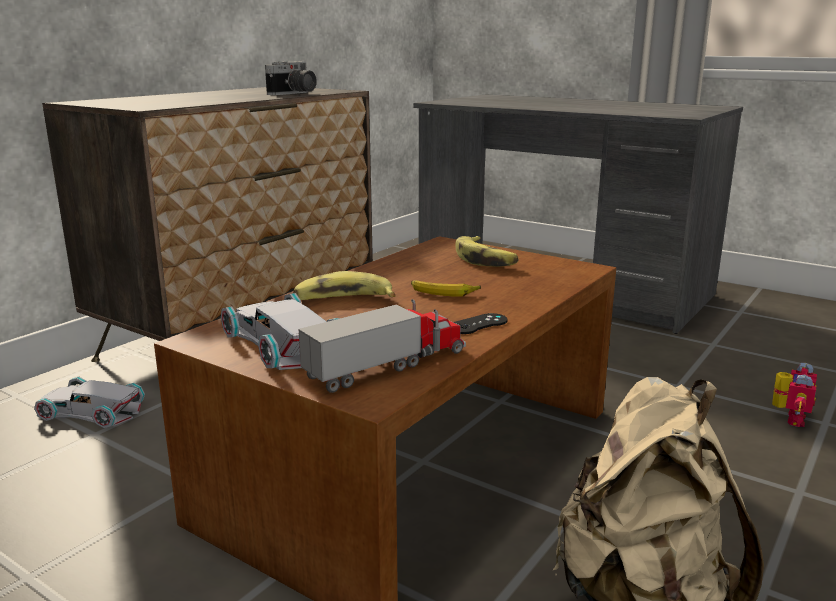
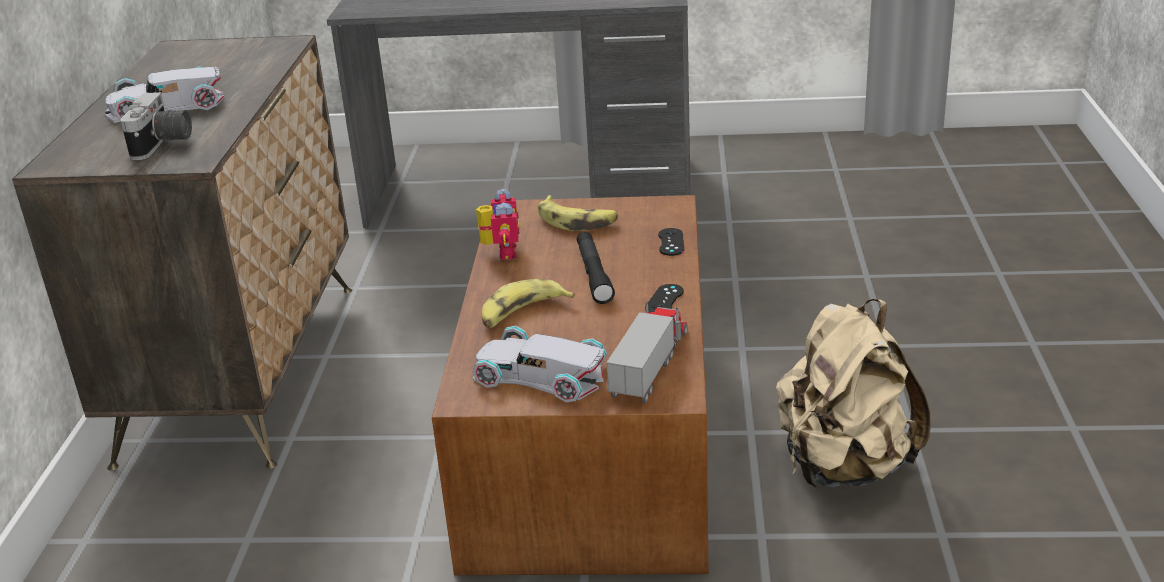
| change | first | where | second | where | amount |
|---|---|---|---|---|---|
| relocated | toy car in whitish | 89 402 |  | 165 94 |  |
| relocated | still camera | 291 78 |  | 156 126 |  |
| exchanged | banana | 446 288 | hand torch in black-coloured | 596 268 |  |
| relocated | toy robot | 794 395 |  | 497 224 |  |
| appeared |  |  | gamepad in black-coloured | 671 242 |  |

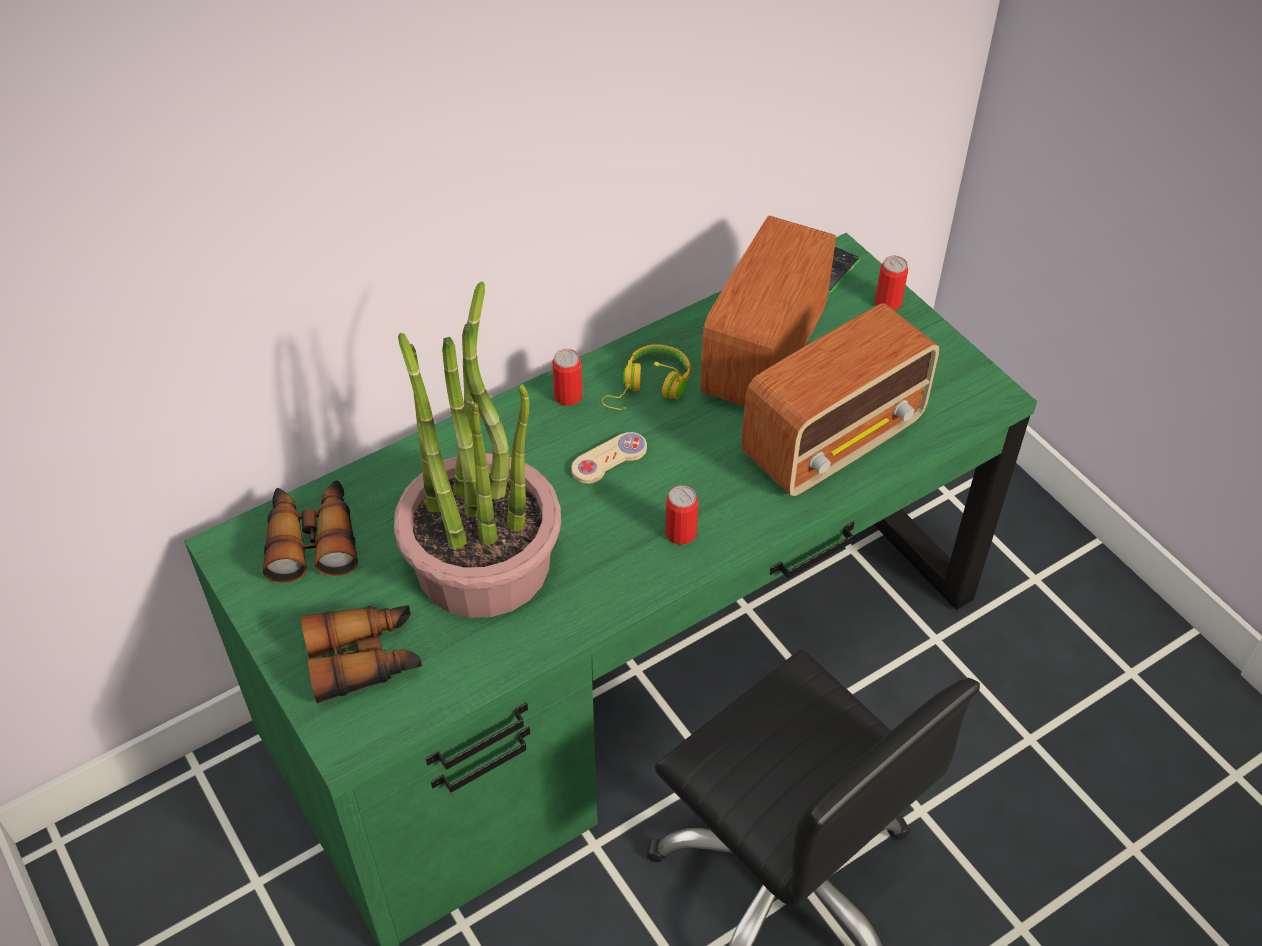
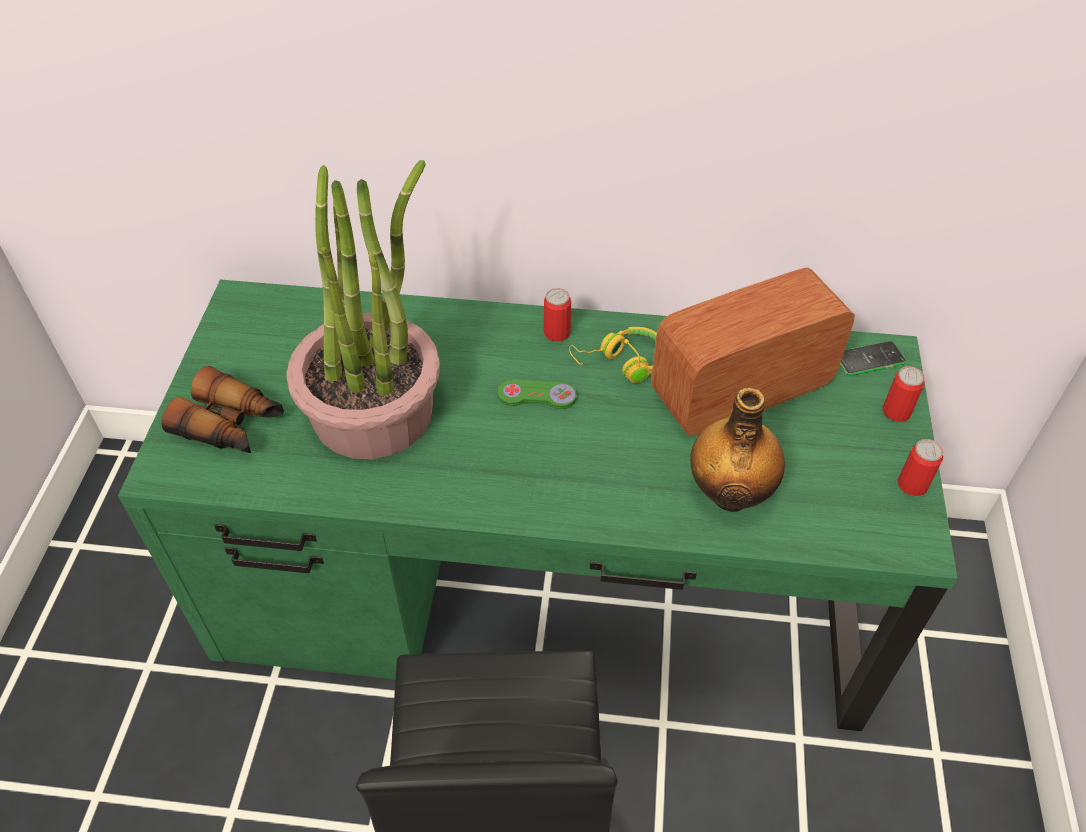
| change | first | where | second | where | amount |
|---|---|---|---|---|---|
| missing | pair of binoculars | 310 531 |  |  |  |
| colour | gamepad in beige | 609 458 | gamepad in green | 537 394 |  |
| relocated | can | 681 515 |  | 920 467 |  |
| exchanged | radio set | 840 399 | bottle | 737 449 |  |

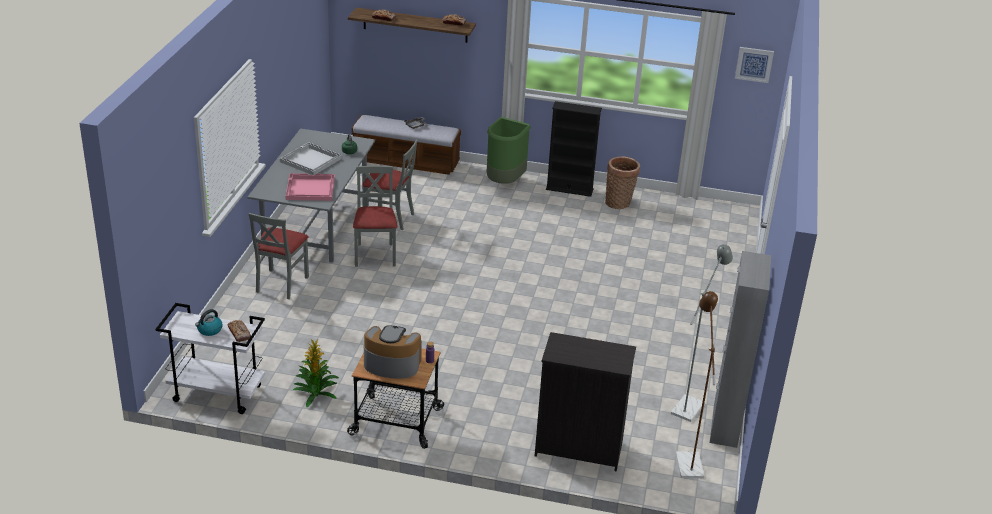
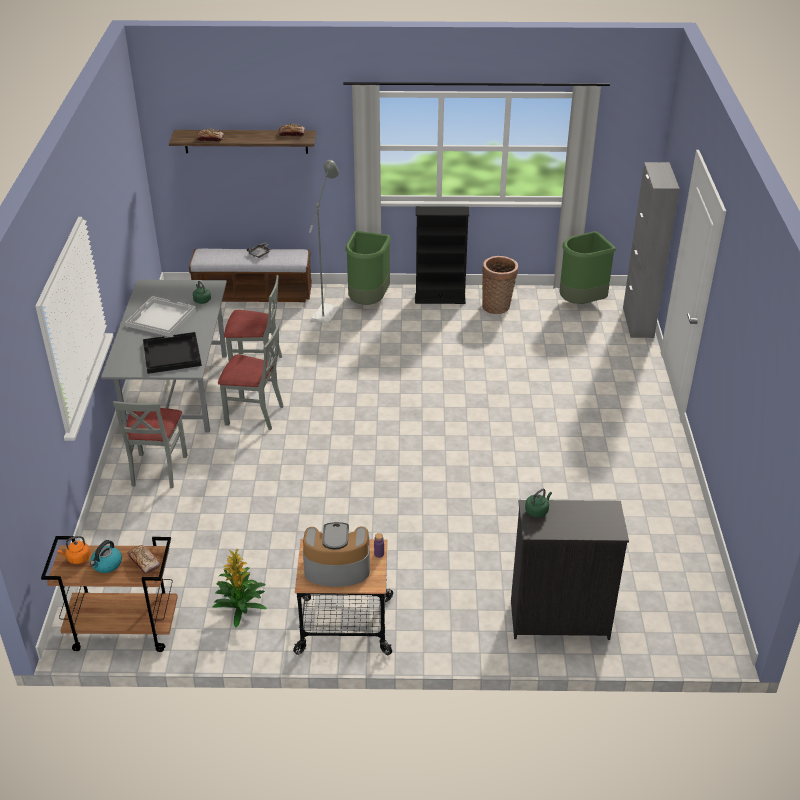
| change | first | where | second | where | amount |
|---|---|---|---|---|---|
| colour | cart in whitish | 210 358 | cart in brown-coloured | 109 594 |  |
| colour | tray in pinkish | 310 187 | tray in black-coloured | 172 353 |  |
| spun | upright chair in gray | 375 216 |  | 251 376 | 120 degrees clockwise |
| relocated | floor lamp in gray | 702 333 |  | 324 242 |  |
| missing | floor lamp in brown-coloured | 697 384 |  |  |  |
| relocated | cabinet in gray | 740 349 |  | 651 250 |  |
| missing | wall art | 754 65 |  |  |  |
| appeared |  |  | water kettle in orange | 74 550 |  |
| appeared |  |  | water kettle in green | 538 503 |  |
| appeared |  |  | waste bin in green | 587 267 |  |

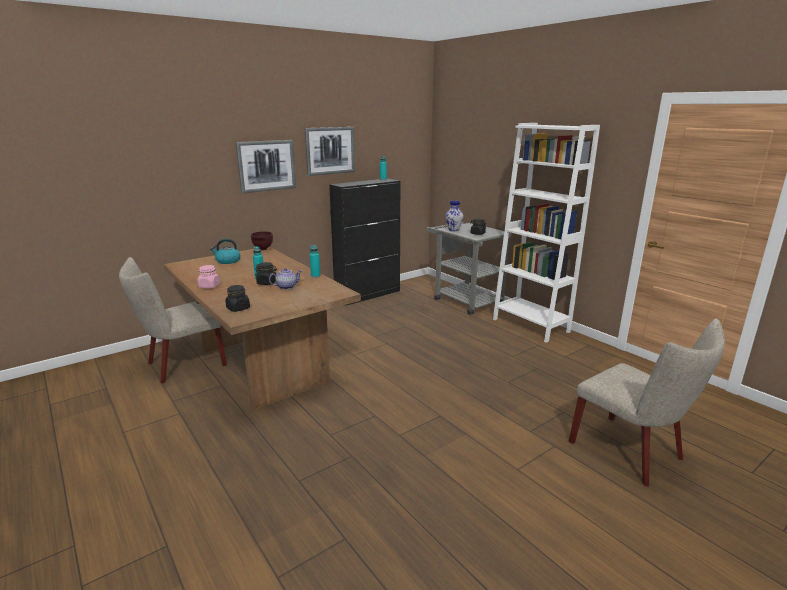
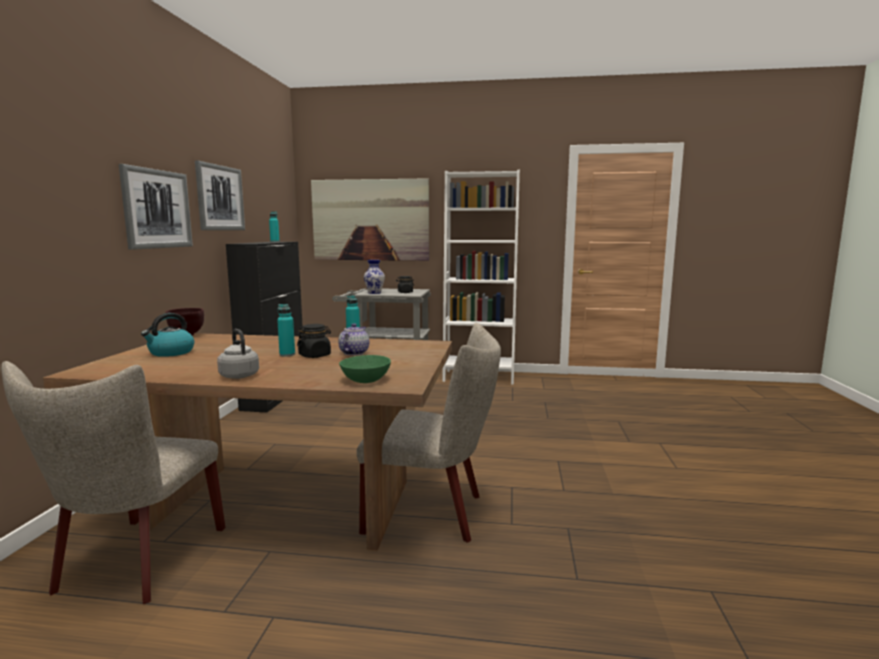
| change | first | where | second | where | amount |
|---|---|---|---|---|---|
| exchanged | storage jar in pinkish | 208 276 | water kettle in gray | 238 354 |  |
| exchanged | storage jar in black-coloured | 237 298 | deep dish in green | 365 369 |  |
| relocated | upright chair in beige | 647 402 |  | 429 433 |  |
| appeared |  |  | wall art | 370 219 |  |

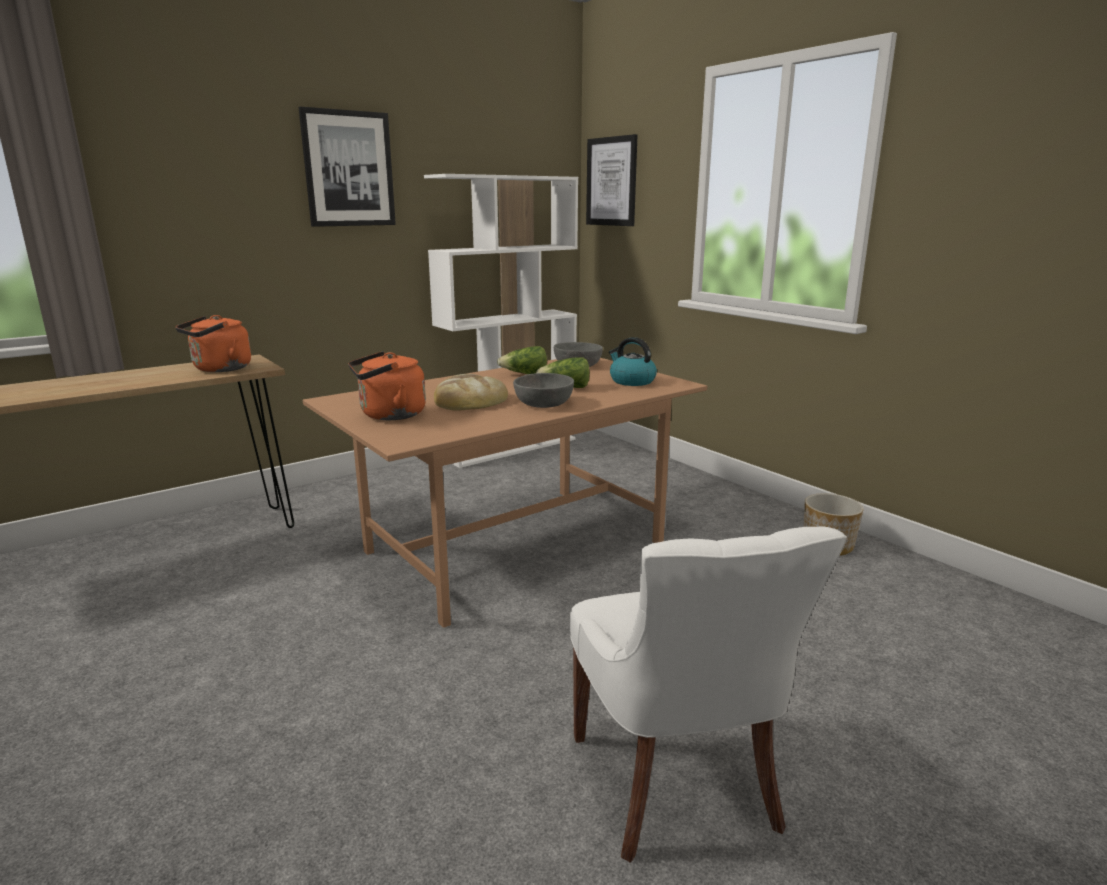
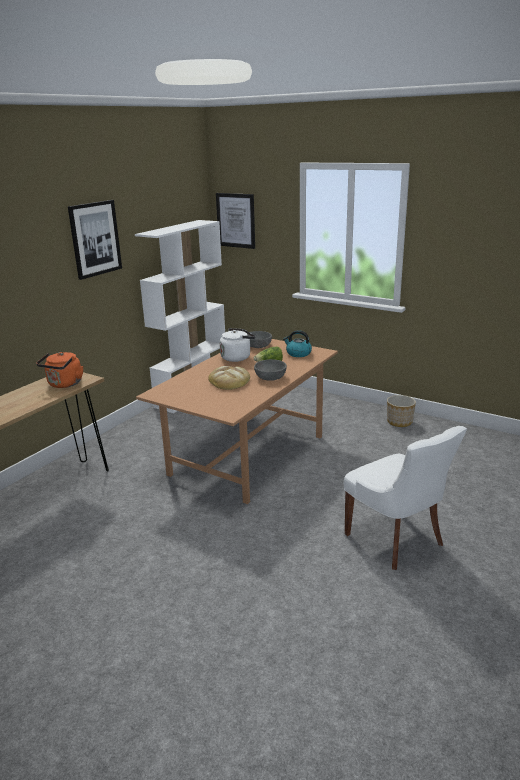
| change | first | where | second | where | amount |
|---|---|---|---|---|---|
| missing | water kettle in orange | 387 385 |  |  |  |
| exchanged | lettuce | 522 360 | water kettle in whitish | 237 345 |  |

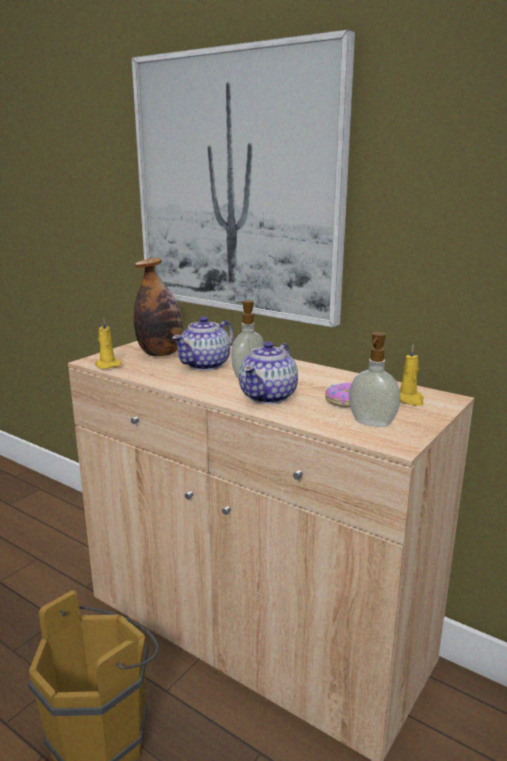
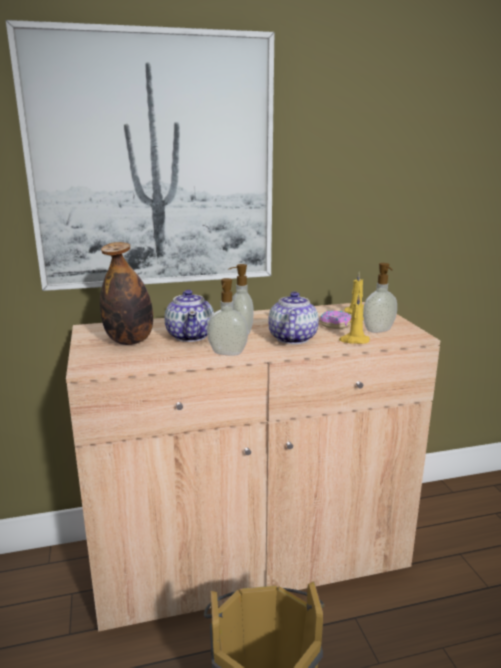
| change | first | where | second | where | amount |
|---|---|---|---|---|---|
| relocated | candle in yellow | 108 343 |  | 354 319 |  |
| spun | teapot | 268 372 |  | 293 318 | 150 degrees counterclockwise |
| appeared |  |  | liquid soap bottle | 227 317 |  |

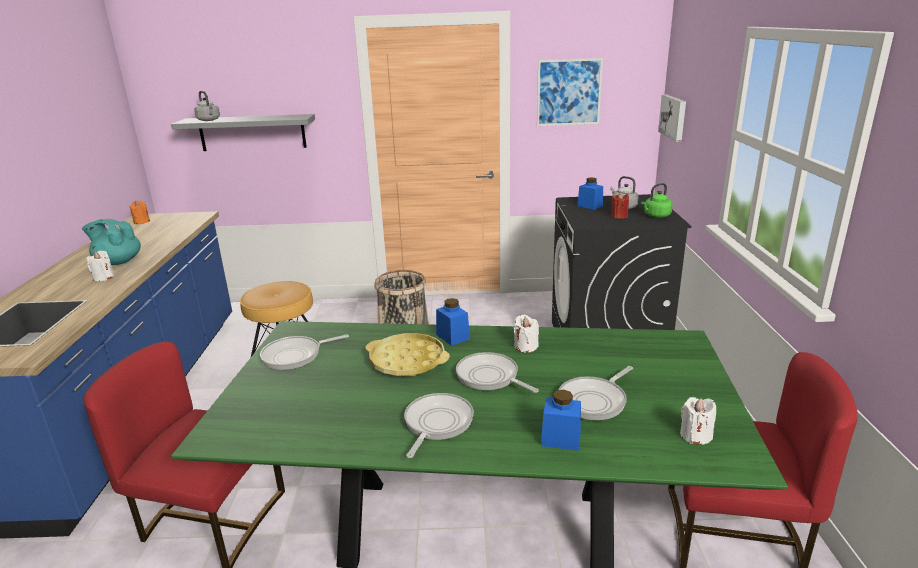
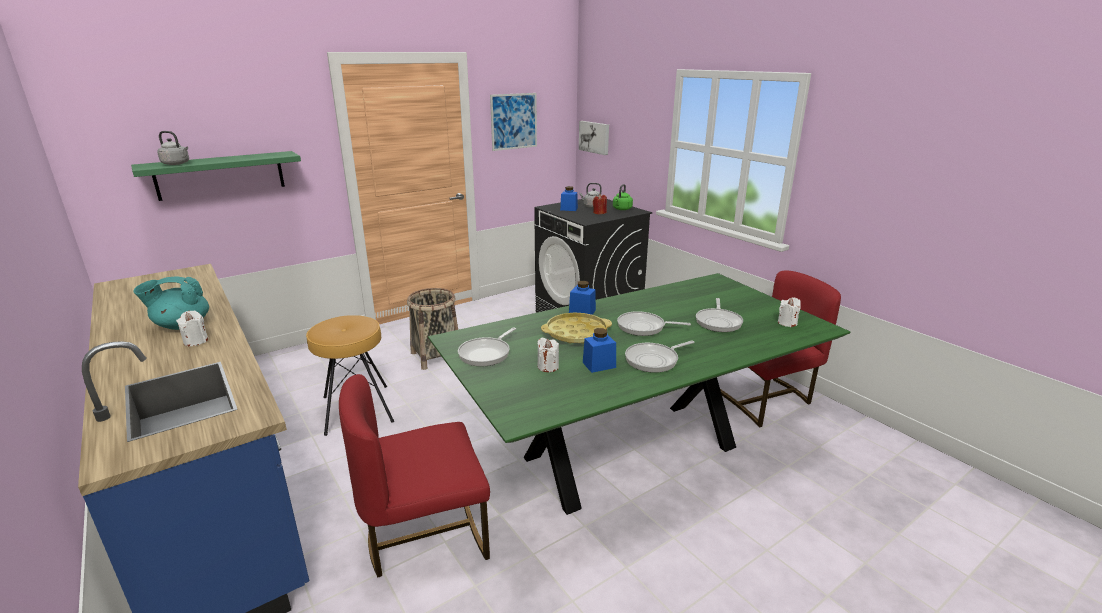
| change | first | where | second | where | amount |
|---|---|---|---|---|---|
| missing | candle in orange | 139 212 |  |  |  |
| colour | bracket shelf in gray | 243 132 | bracket shelf in green | 216 176 |  |
| spun | pan | 439 425 |  | 659 356 | 105 degrees counterclockwise |
| relocated | candle in whitish | 526 334 |  | 548 355 |  |
| relocated | storage jar in blue | 561 420 |  | 599 350 |  |

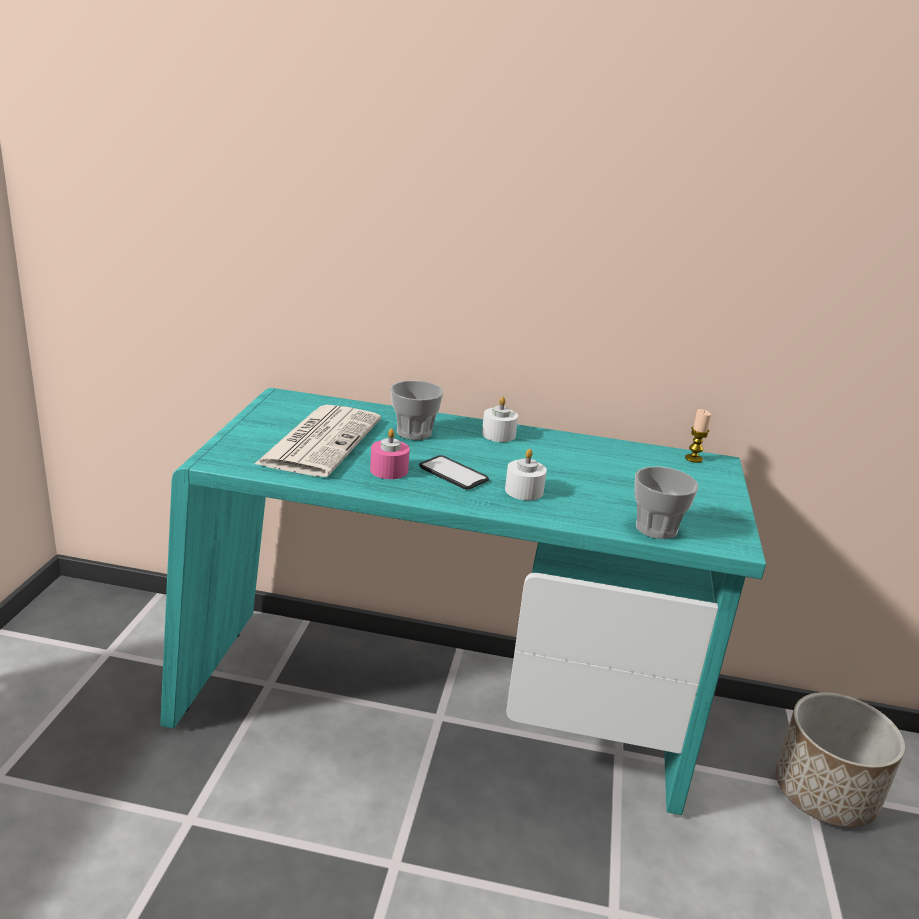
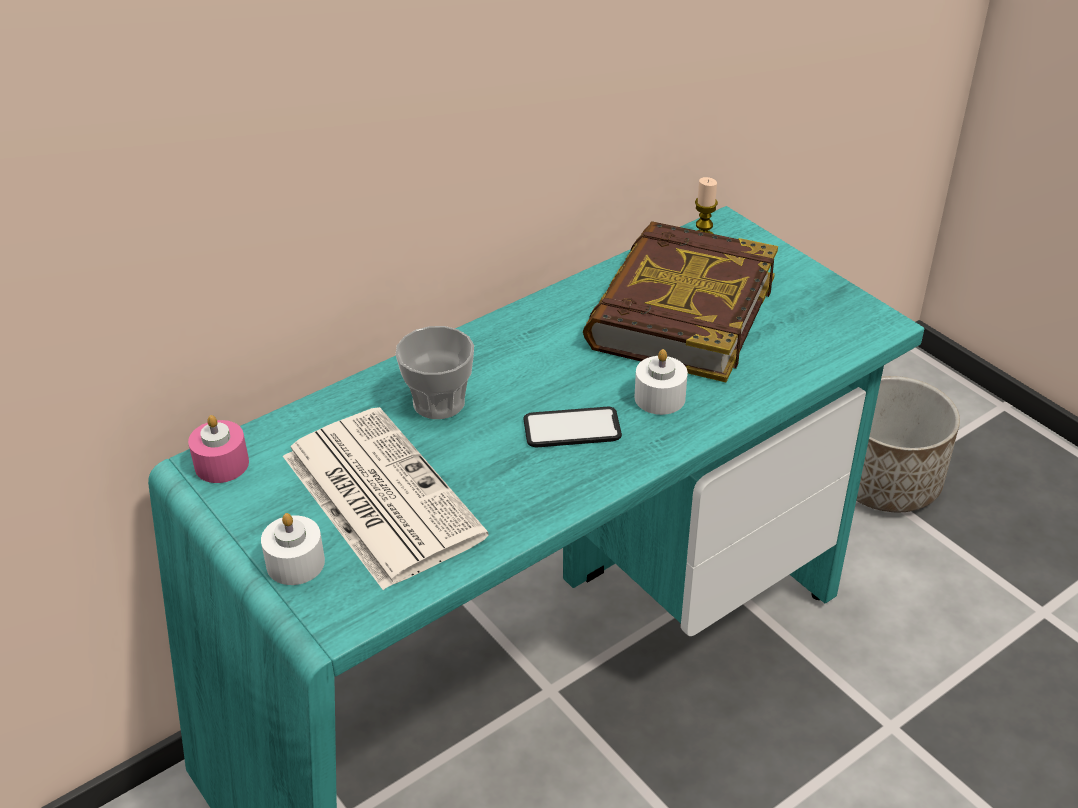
| change | first | where | second | where | amount |
|---|---|---|---|---|---|
| relocated | candle in pinkish | 390 453 |  | 218 449 |  |
| relocated | candle in whitish | 500 419 |  | 293 549 |  |
| missing | small cup | 667 502 |  |  |  |
| appeared |  |  | book | 680 301 |  |

